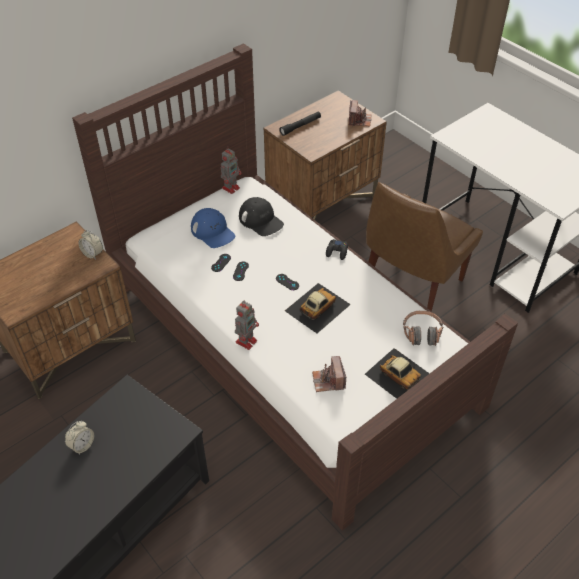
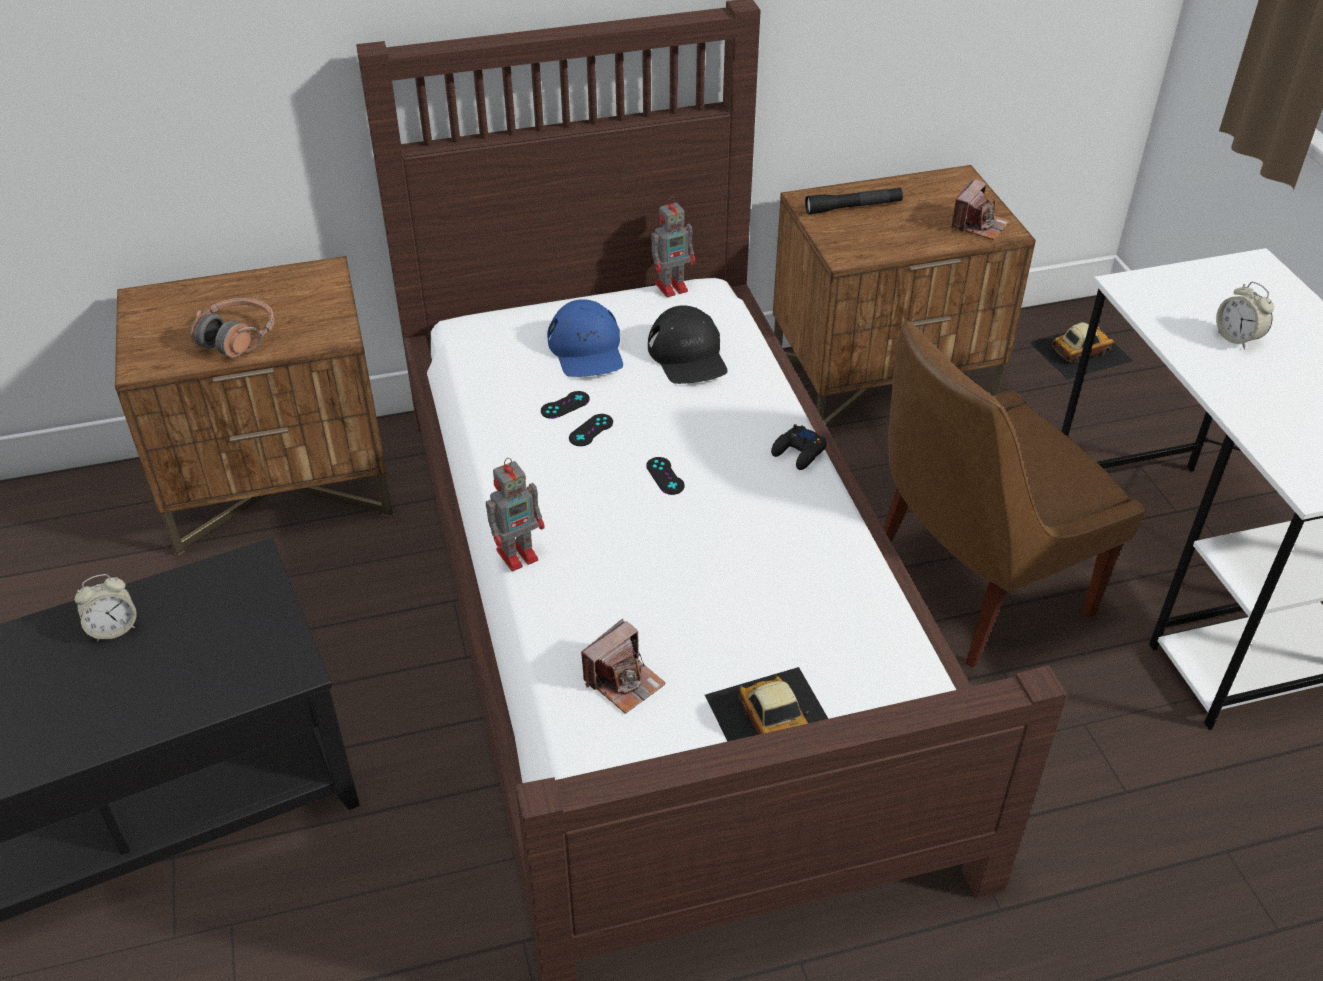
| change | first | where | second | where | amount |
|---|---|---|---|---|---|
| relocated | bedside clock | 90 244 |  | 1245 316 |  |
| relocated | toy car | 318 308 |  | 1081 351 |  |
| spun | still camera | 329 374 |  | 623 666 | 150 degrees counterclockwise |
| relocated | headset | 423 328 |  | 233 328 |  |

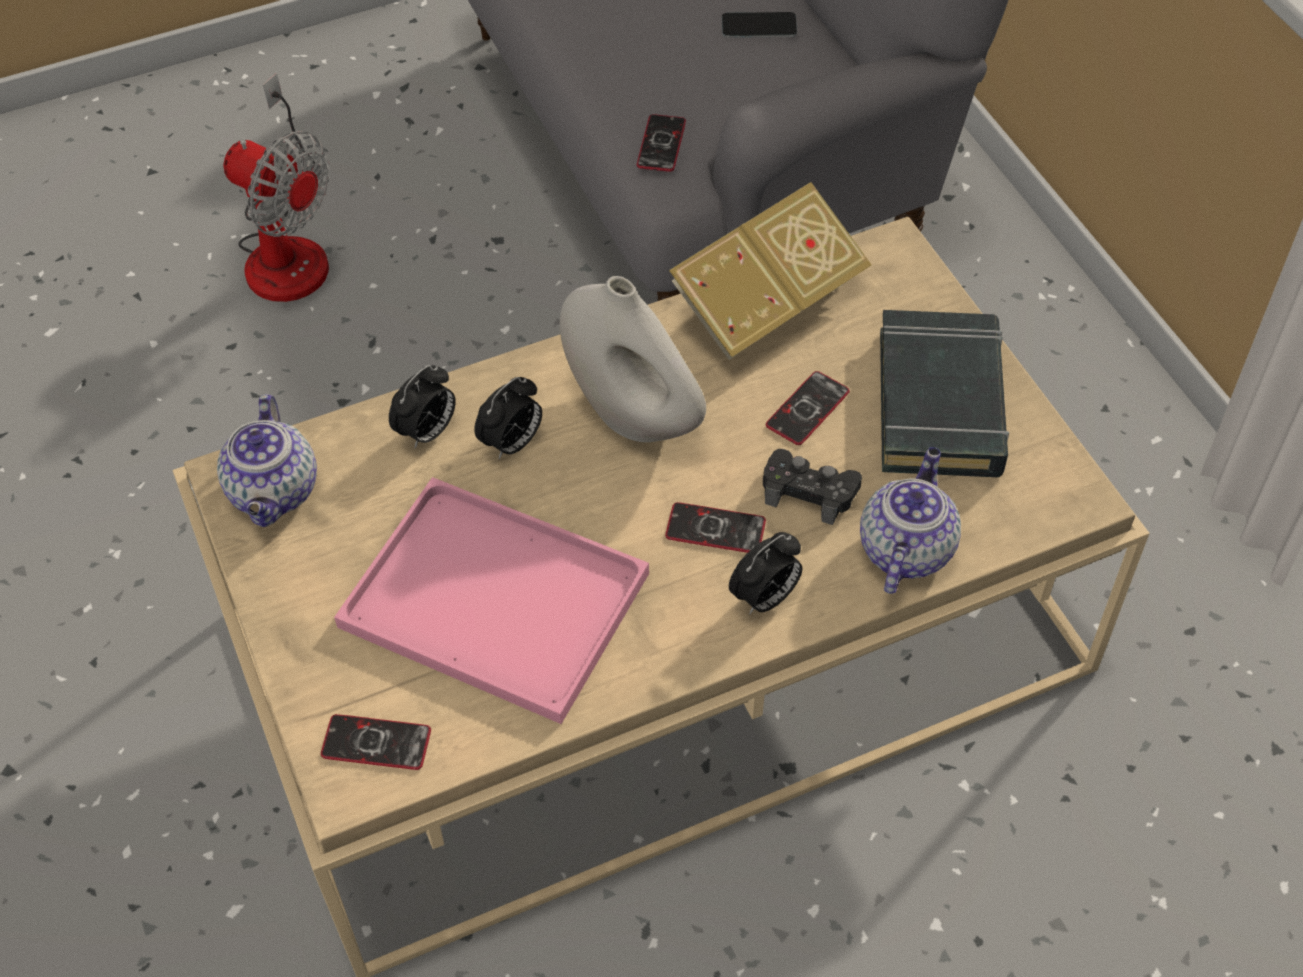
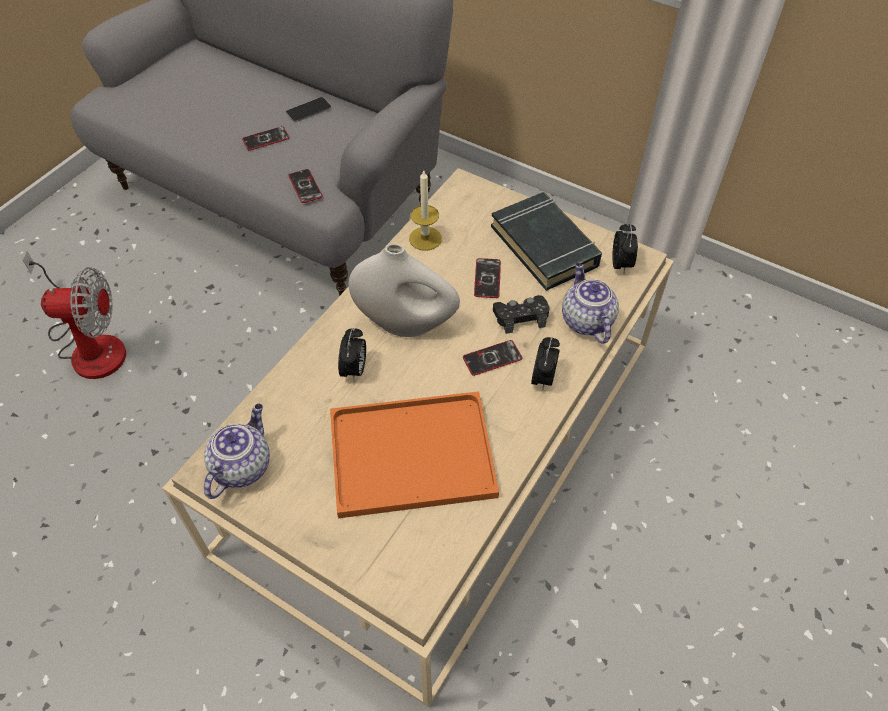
| change | first | where | second | where | amount |
|---|---|---|---|---|---|
| spun | teapot | 267 460 |  | 237 451 | 120 degrees counterclockwise |
| relocated | handset | 376 742 |  | 266 138 |  |
| colour | tray in pinkish | 491 600 | tray in orange | 414 454 |  |
| relocated | bedside clock | 422 406 |  | 625 248 |  |
| exchanged | book | 770 271 | candle | 425 210 |  |

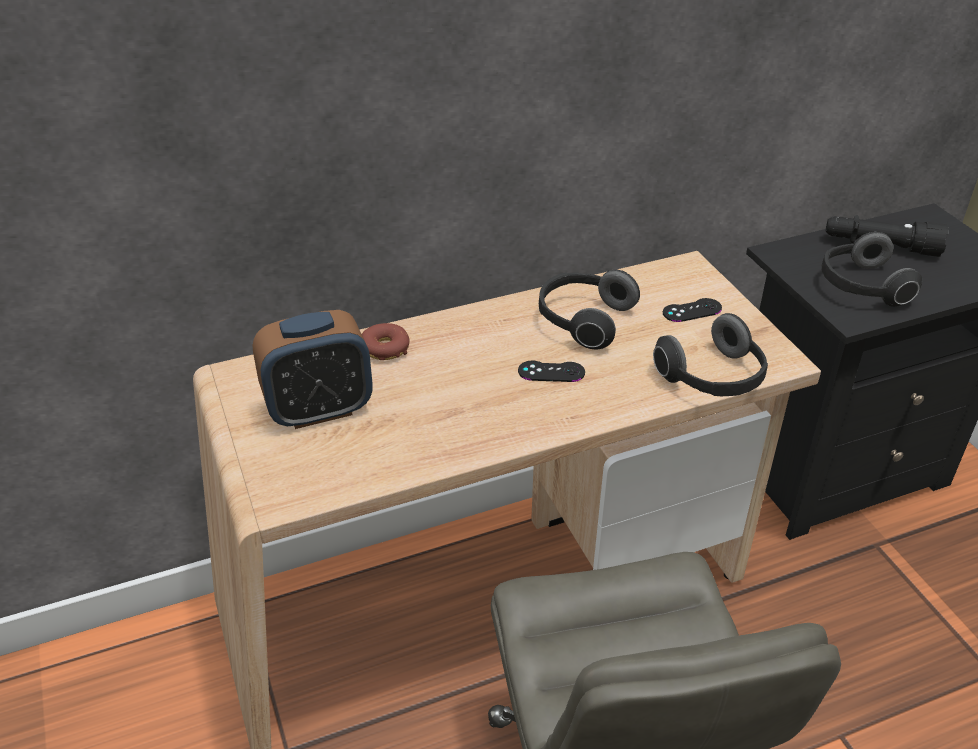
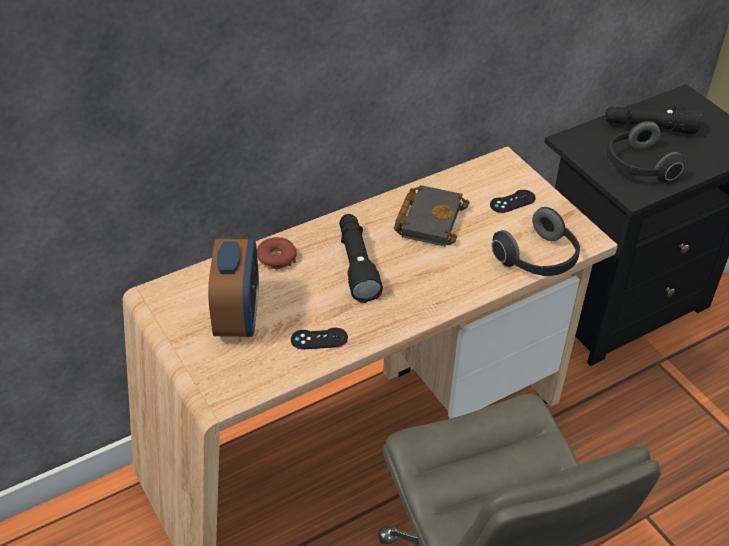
| change | first | where | second | where | amount |
|---|---|---|---|---|---|
| spun | bedside clock | 313 369 |  | 233 288 | 60 degrees counterclockwise |
| relocated | gamepad in black-coloured | 551 371 |  | 319 338 |  |
| exchanged | headset | 589 309 | book in black-coloured | 432 216 |  |
| appeared |  |  | hand torch in black-coloured | 361 258 |  |

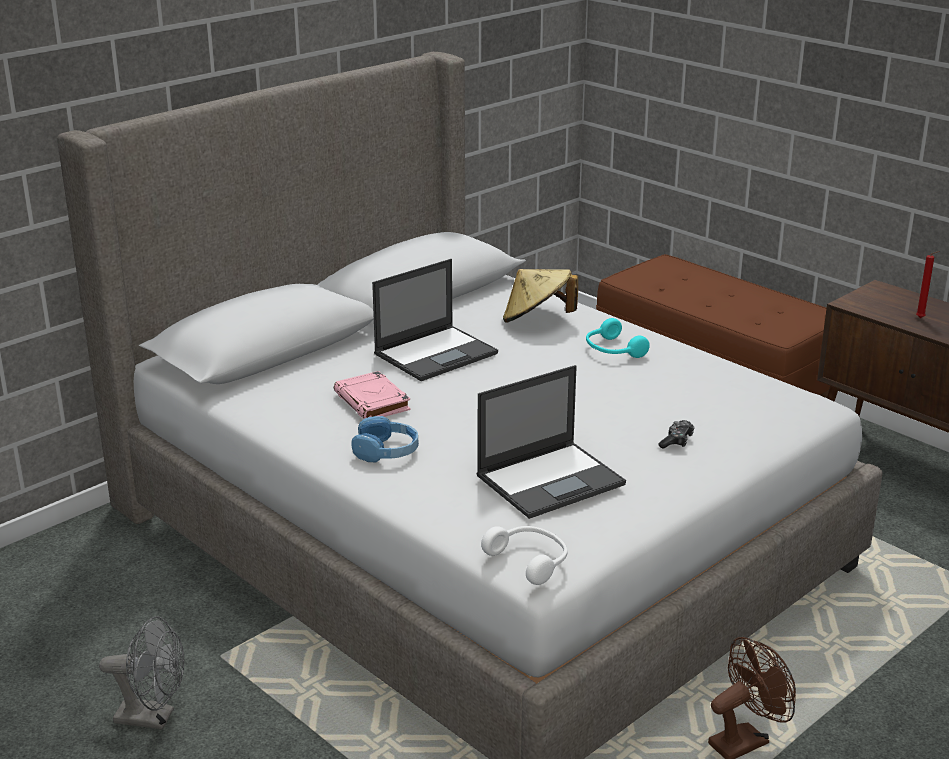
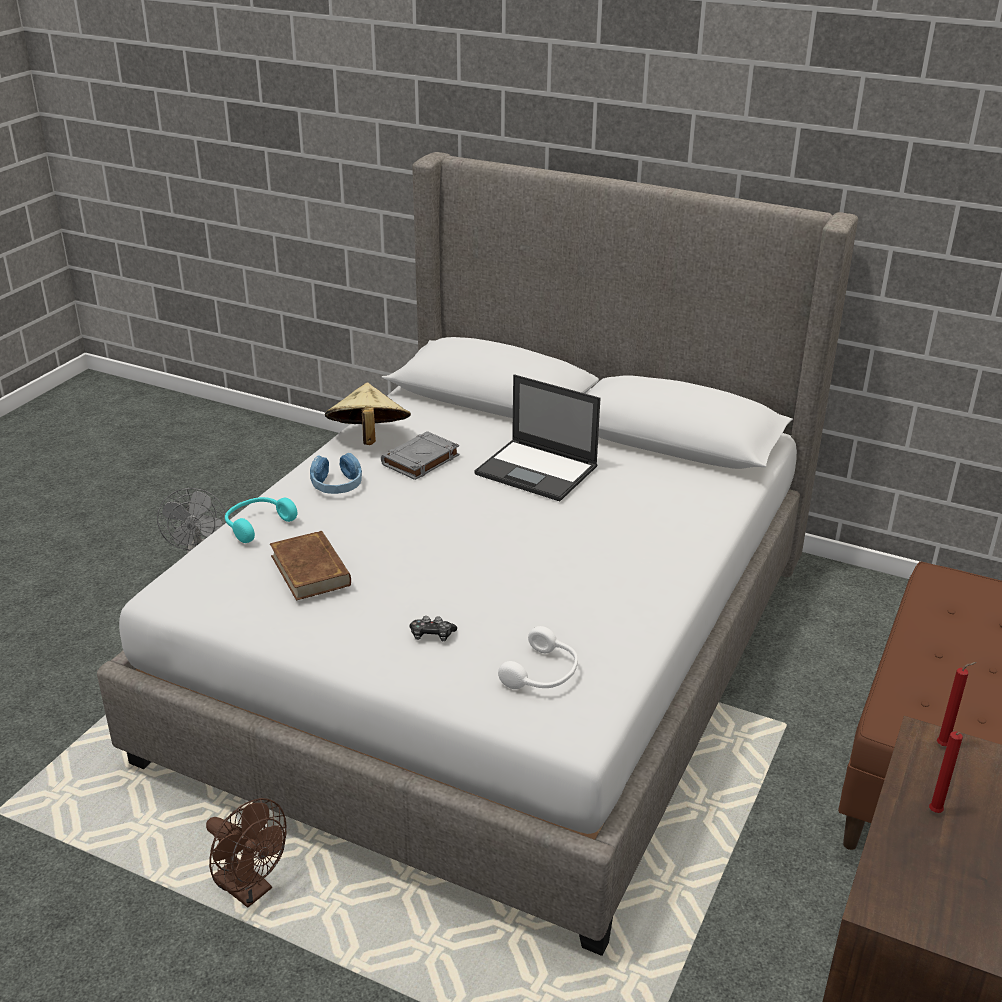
| change | first | where | second | where | amount |
|---|---|---|---|---|---|
| colour | book in pinkish | 372 395 | book in gray | 420 455 |  |
| exchanged | laptop | 551 442 | book in brown-coloured | 310 566 |  |
| relocated | headset in whitish | 524 555 |  | 538 657 |  |
| relocated | wearable hat in beige | 540 296 |  | 368 414 |  |
| relocated | headset in turquoise | 618 338 |  | 261 520 |  |
| appeared |  |  | candle in reddish | 957 704 |  |

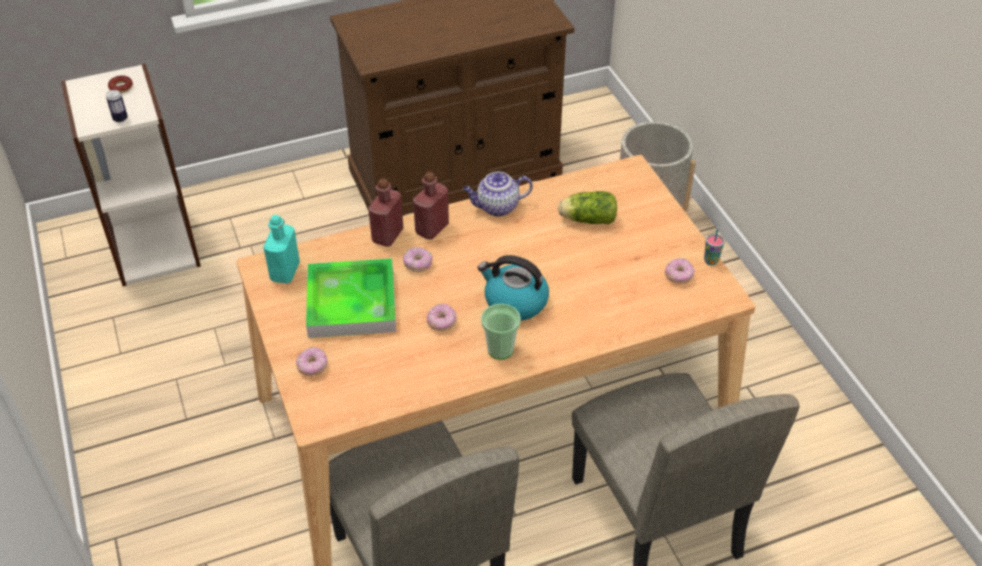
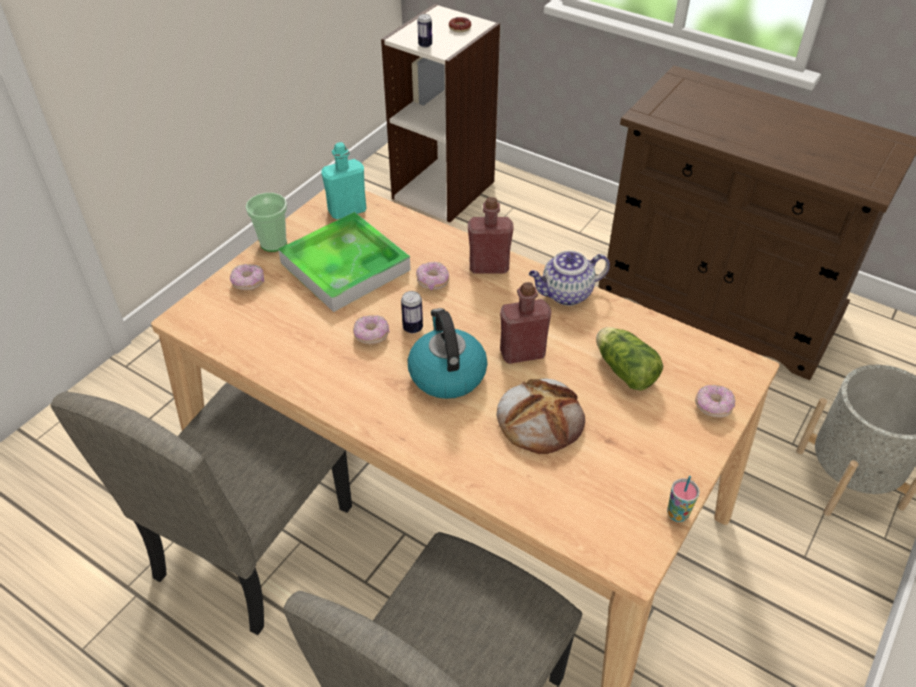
| change | first | where | second | where | amount |
|---|---|---|---|---|---|
| relocated | bottle in reddish | 385 212 |  | 525 323 |  |
| spun | teapot | 498 194 |  | 569 278 | 60 degrees counterclockwise |
| relocated | small cup | 501 332 |  | 266 222 |  |
| relocated | donut | 680 271 |  | 715 401 |  |
| appeared |  |  | can | 412 312 |  |
| appeared |  |  | bread | 540 416 |  |

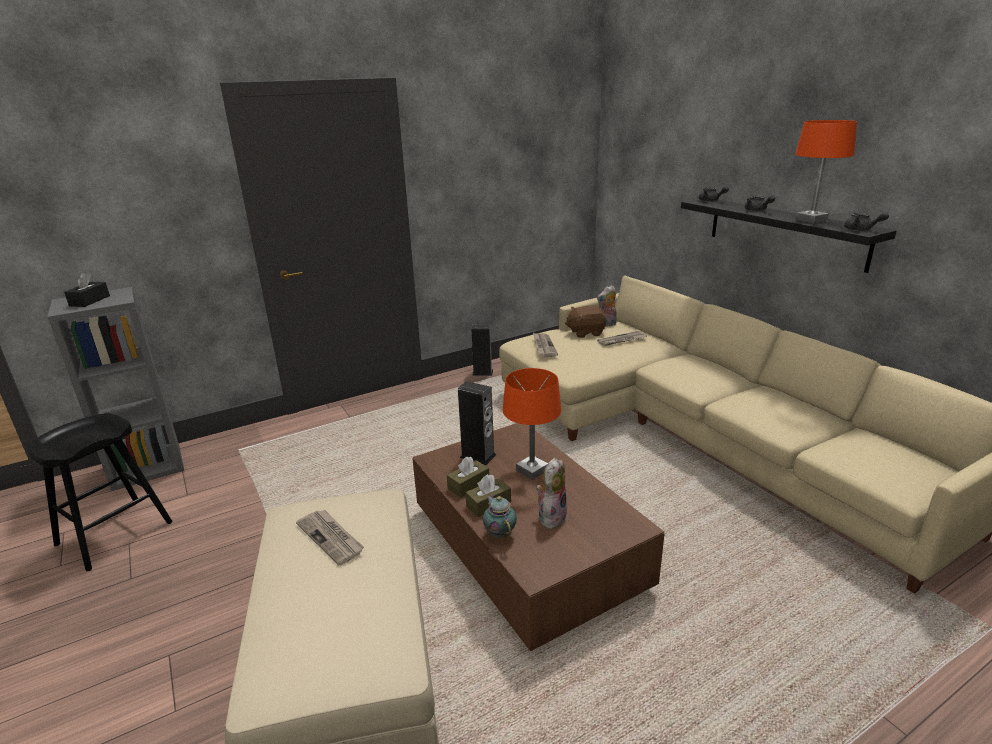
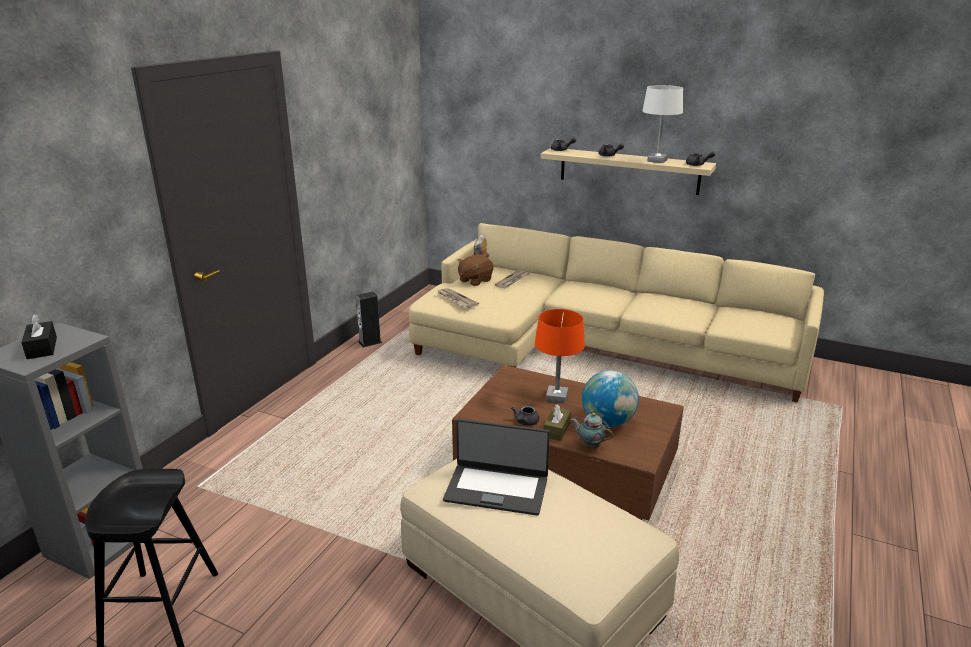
| change | first | where | second | where | amount |
|---|---|---|---|---|---|
| exchanged | newspaper | 330 537 | laptop | 496 467 |  |
| exchanged | tissue box in brown-coloured | 468 477 | teapot in gray | 525 415 |  |
| missing | loudspeaker | 477 423 |  |  |  |
| exchanged | plush toy | 551 493 | desk globe | 610 398 |  |
| colour | bracket shelf in black-coloured | 788 236 | bracket shelf in beige | 628 171 |  |
| colour | table lamp in orange | 826 172 | table lamp in whitish | 662 124 |  |

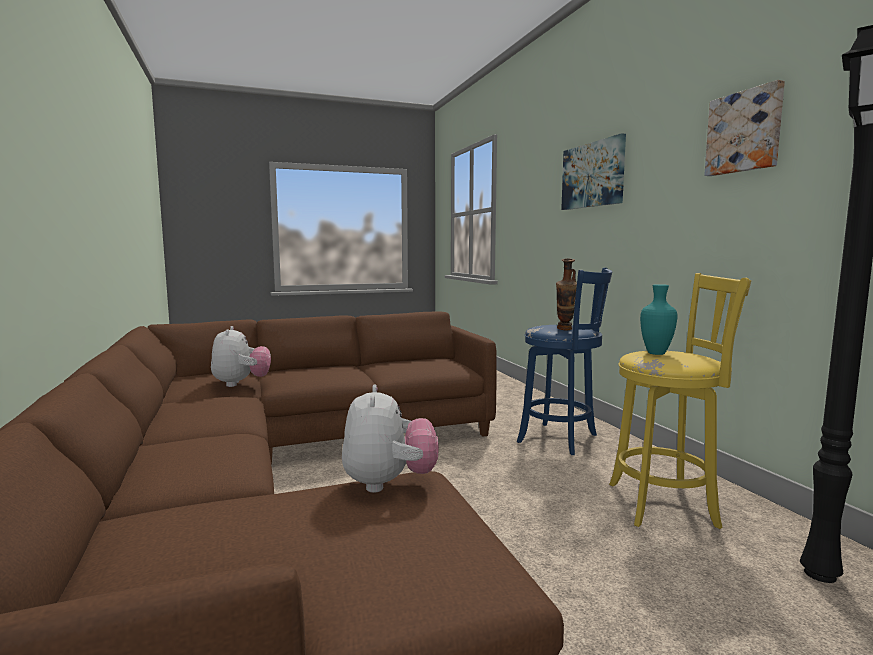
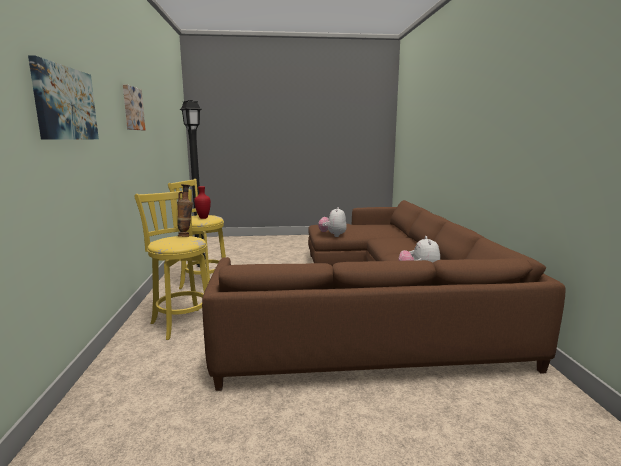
| change | first | where | second | where | amount |
|---|---|---|---|---|---|
| colour | stool in blue | 564 361 | stool in yellow | 171 264 |  |
| colour | flower vase in turquoise | 658 319 | flower vase in reddish | 202 202 |  |

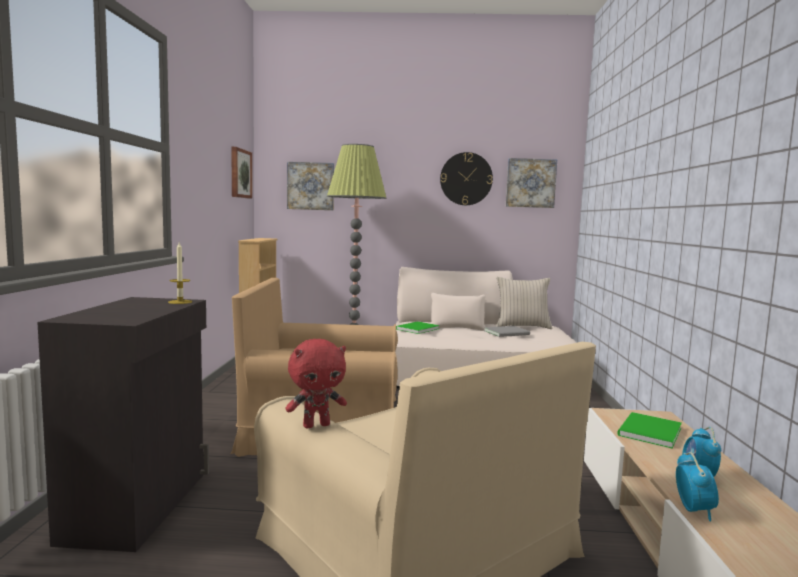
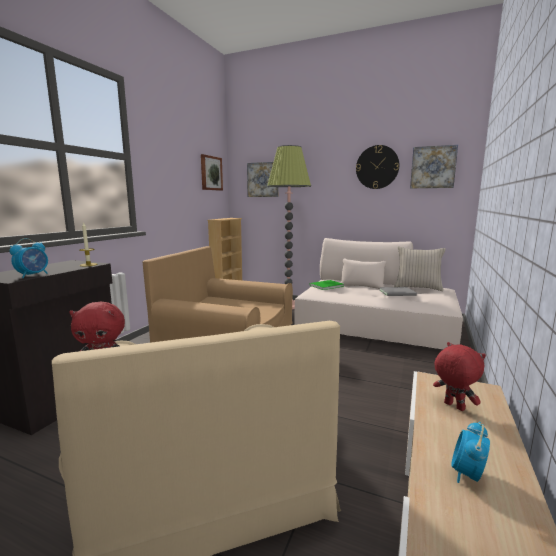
| change | first | where | second | where | amount |
|---|---|---|---|---|---|
| exchanged | book in green | 649 430 | plush toy in reddish | 459 376 |  |
| relocated | bedside clock | 697 486 |  | 29 258 |  |

